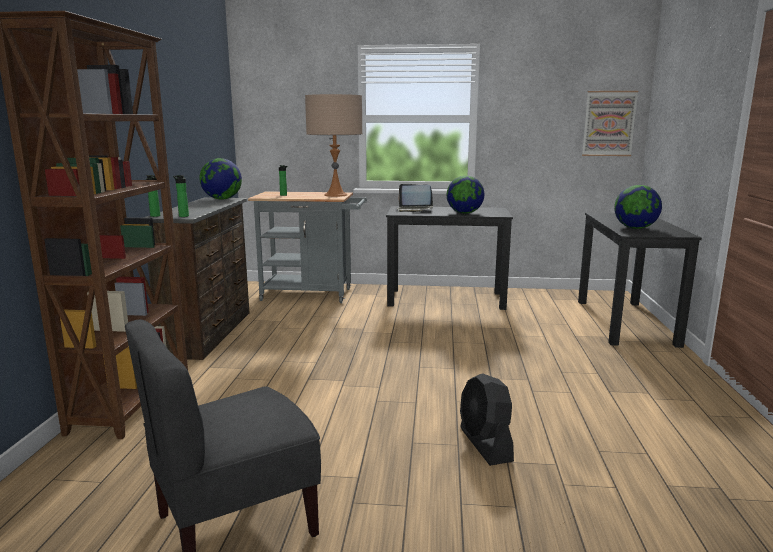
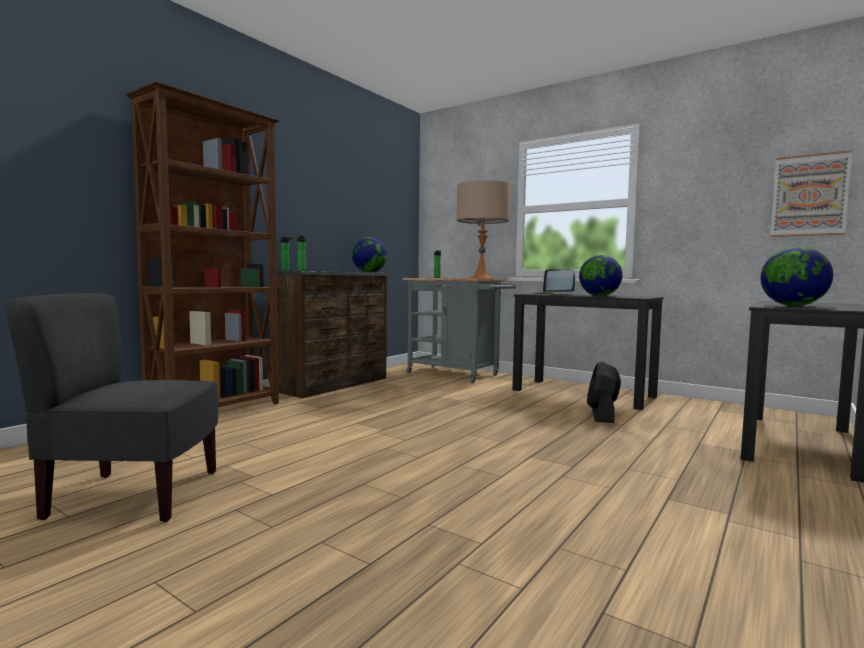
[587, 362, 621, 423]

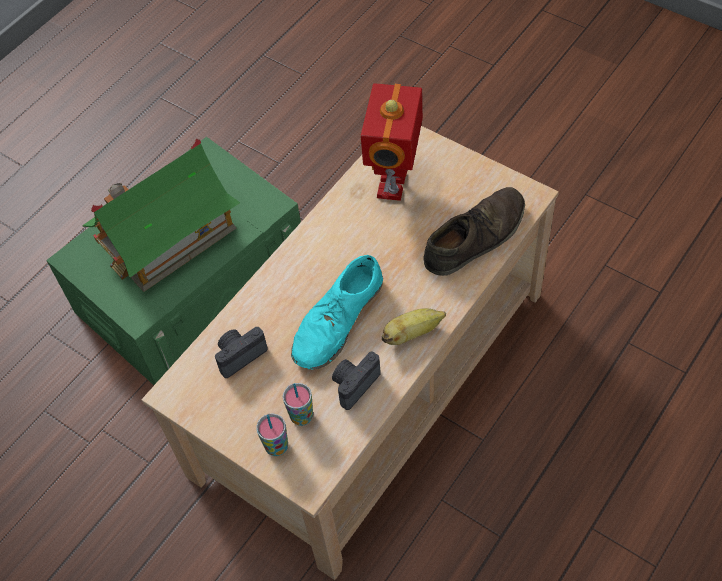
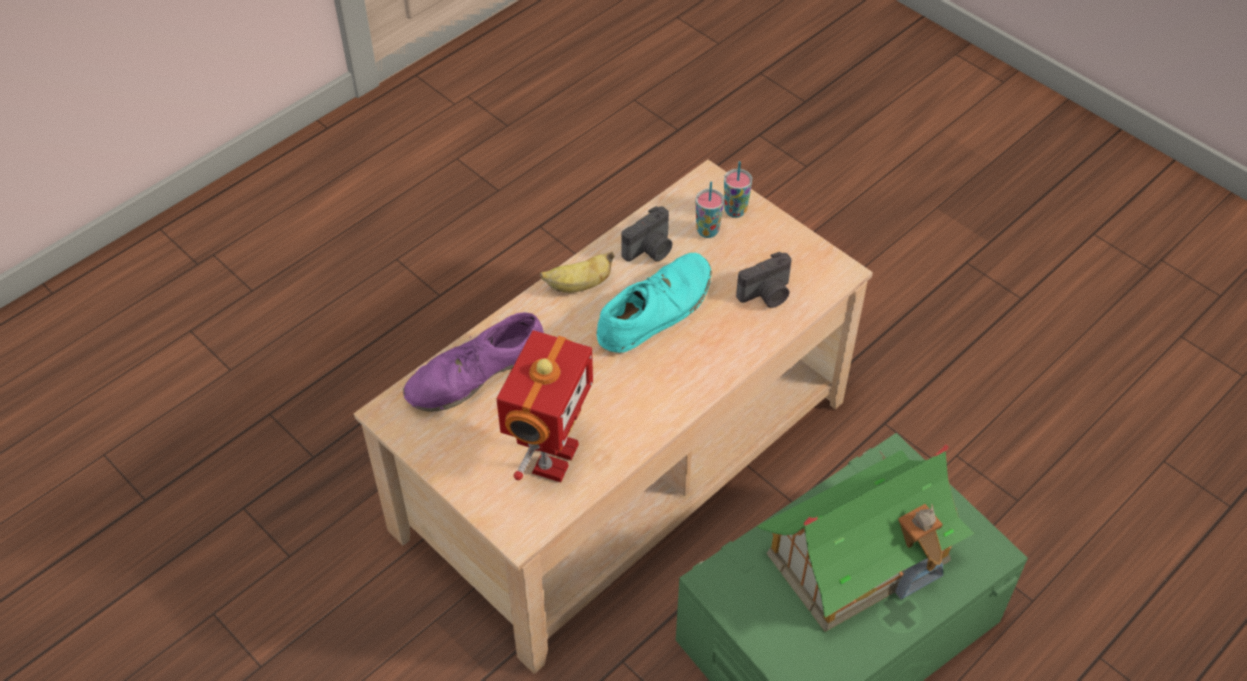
[403, 312, 544, 412]

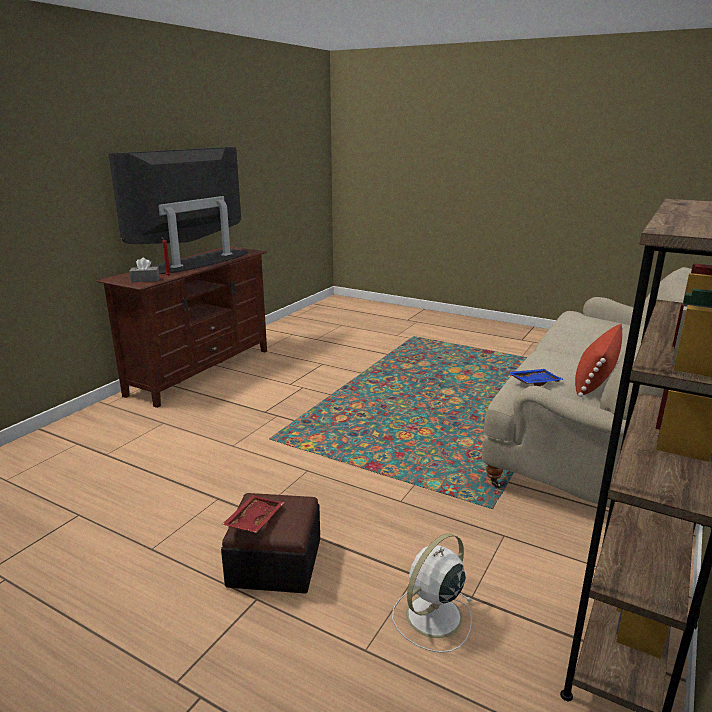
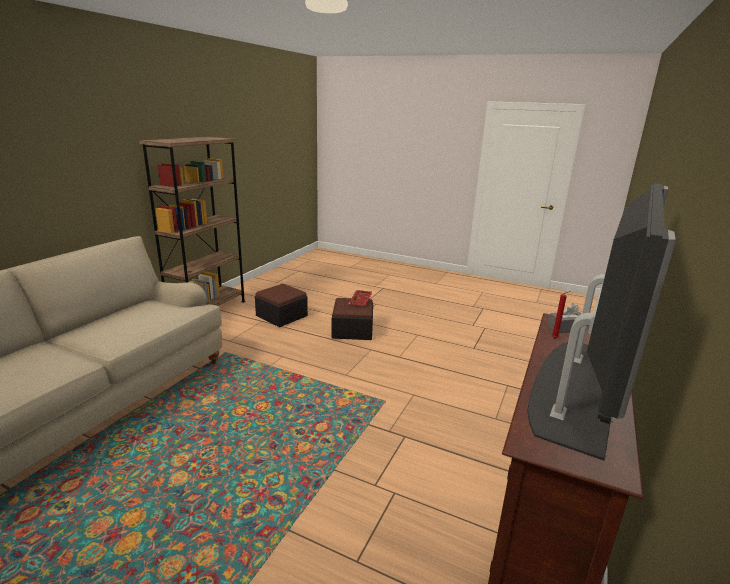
[508, 369, 564, 386] (first image)
[575, 324, 623, 397] (first image)
[255, 284, 308, 327]

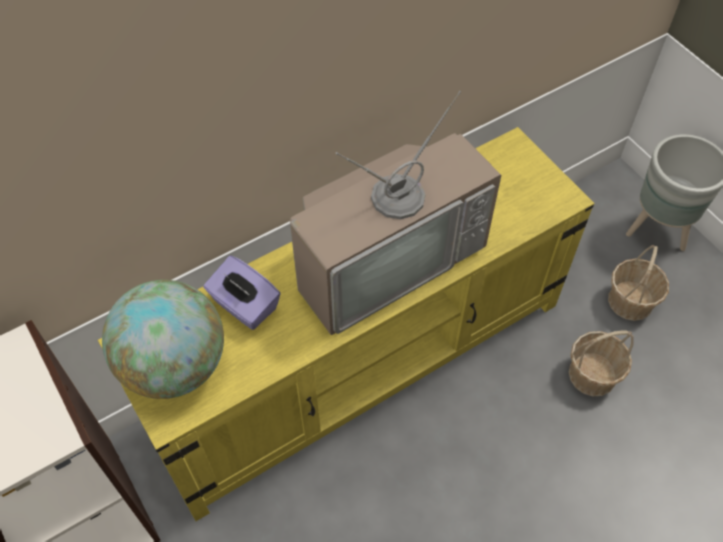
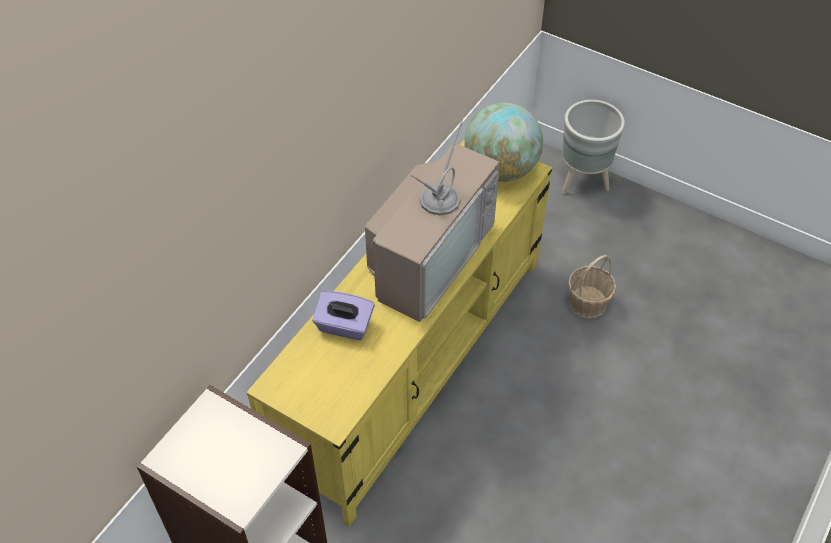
[608, 245, 669, 321] (first image)
[464, 102, 543, 182]

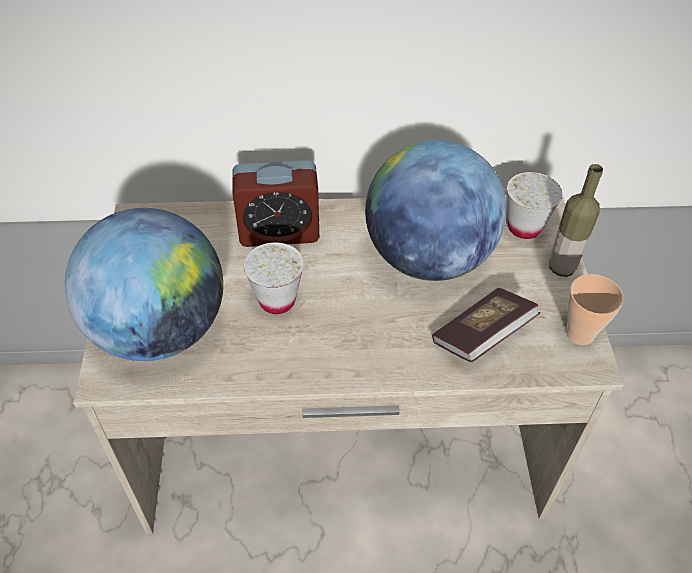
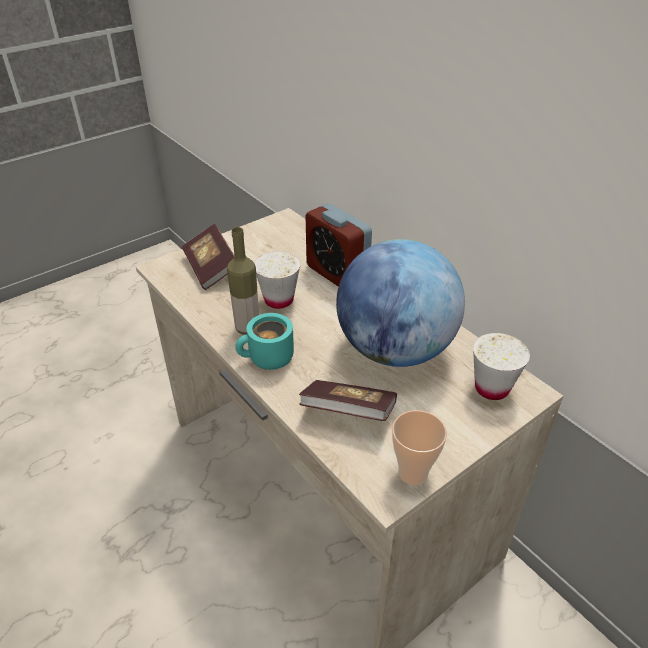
[235, 313, 294, 370]
[227, 227, 259, 335]
[182, 224, 235, 290]

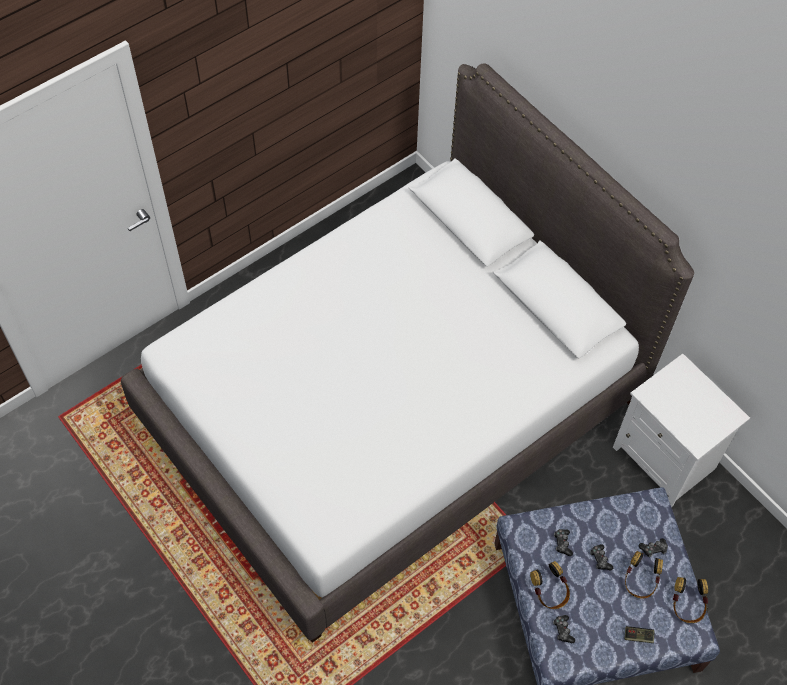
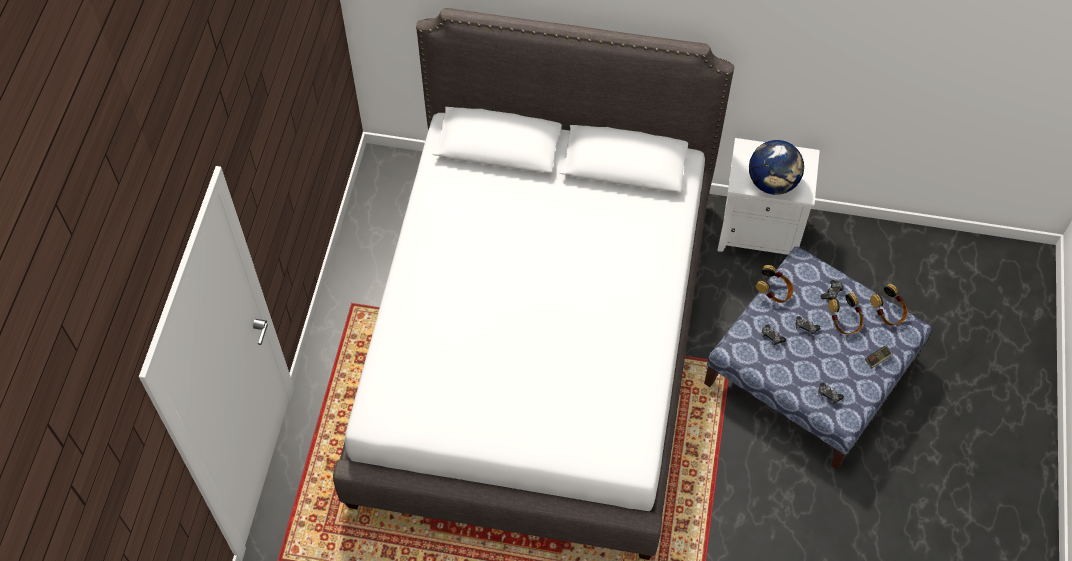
[749, 140, 804, 195]
[756, 265, 794, 303]

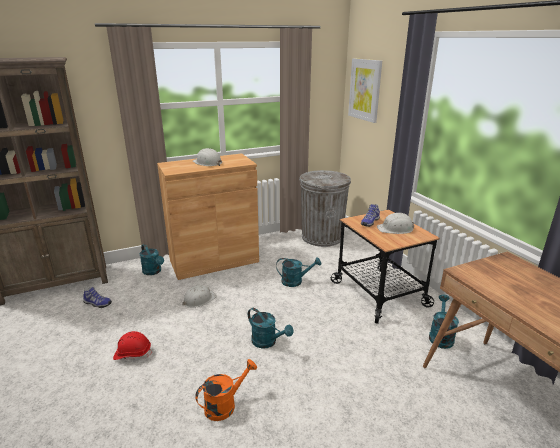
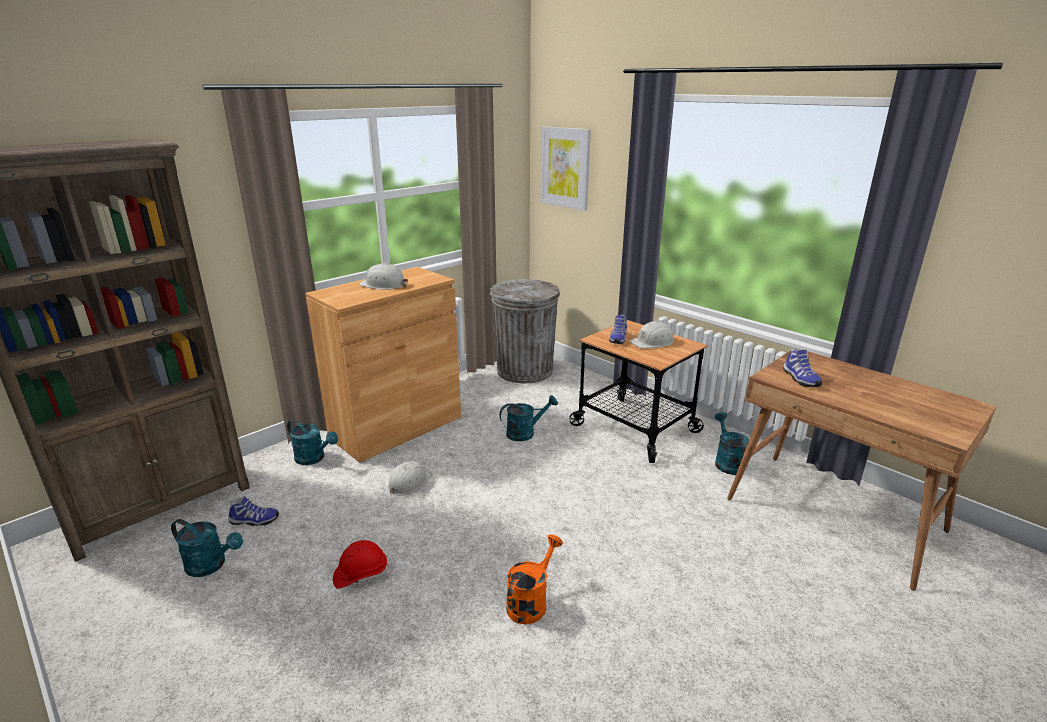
[783, 348, 822, 387]
[171, 519, 243, 577]

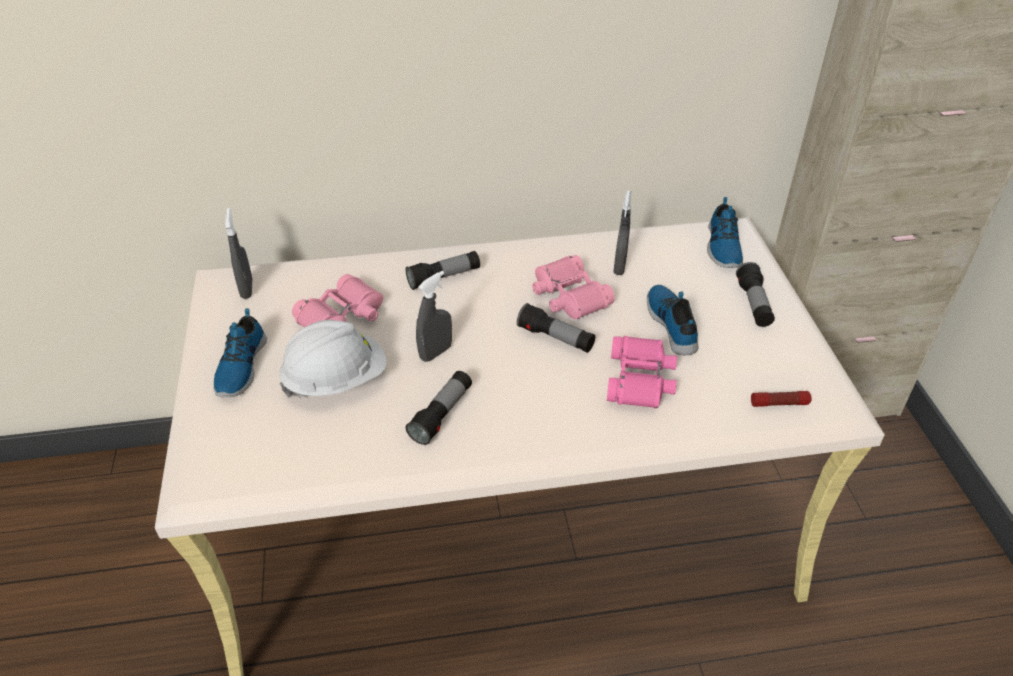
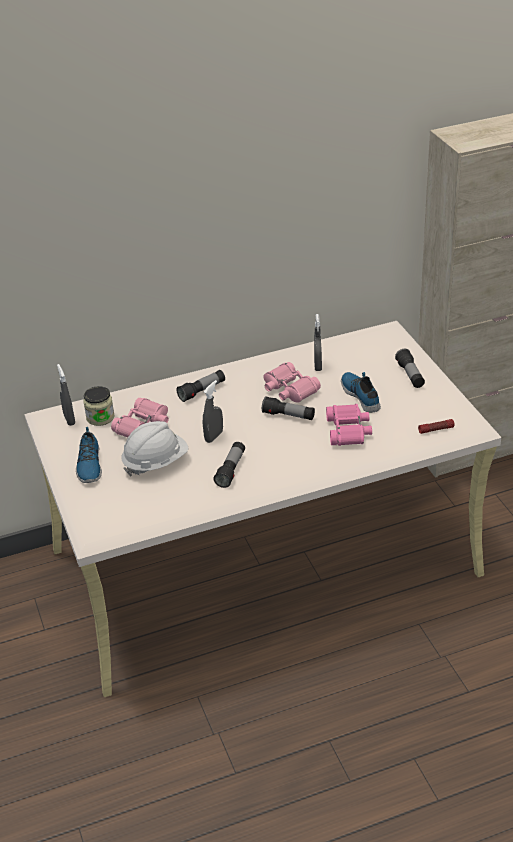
[707, 197, 743, 268] (first image)
[83, 386, 114, 426]

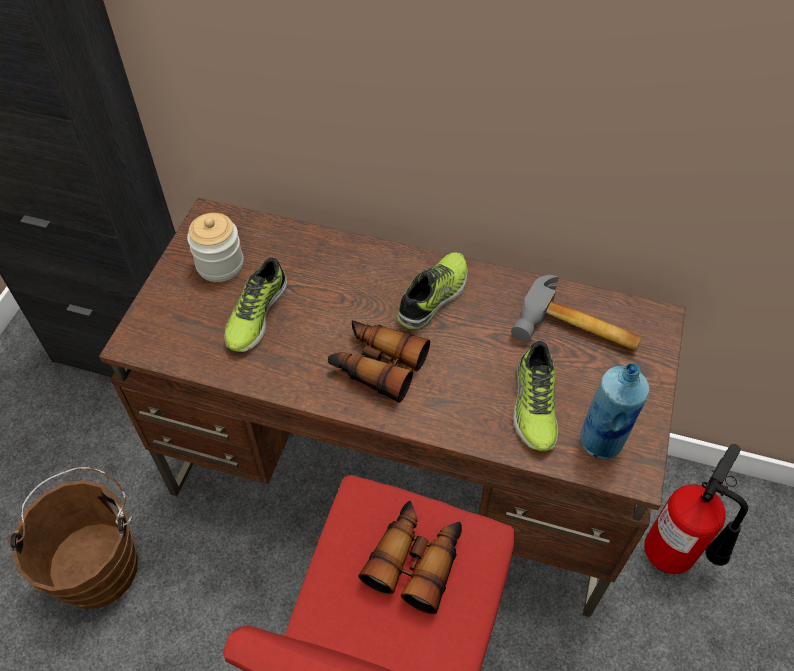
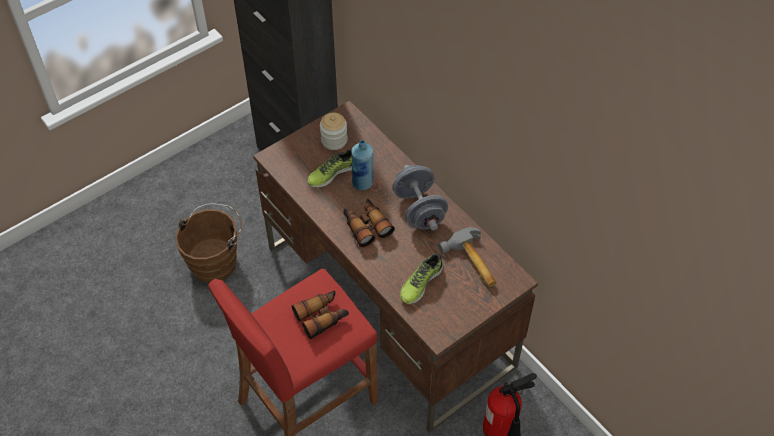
[351, 140, 373, 191]
[392, 165, 448, 230]

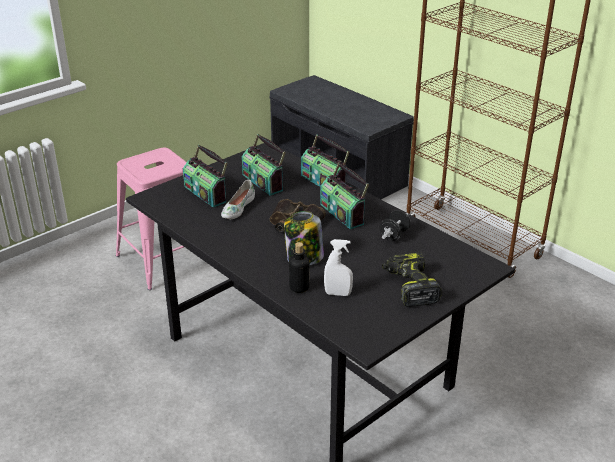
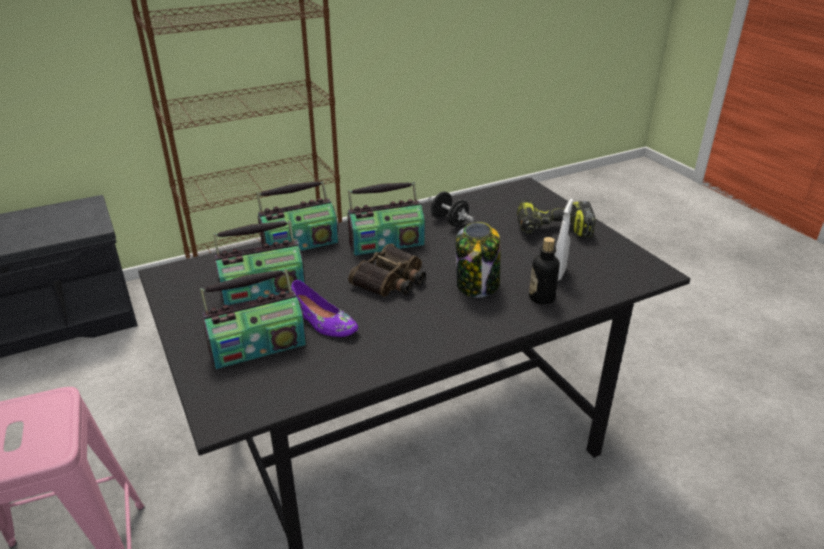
[291, 280, 358, 337]

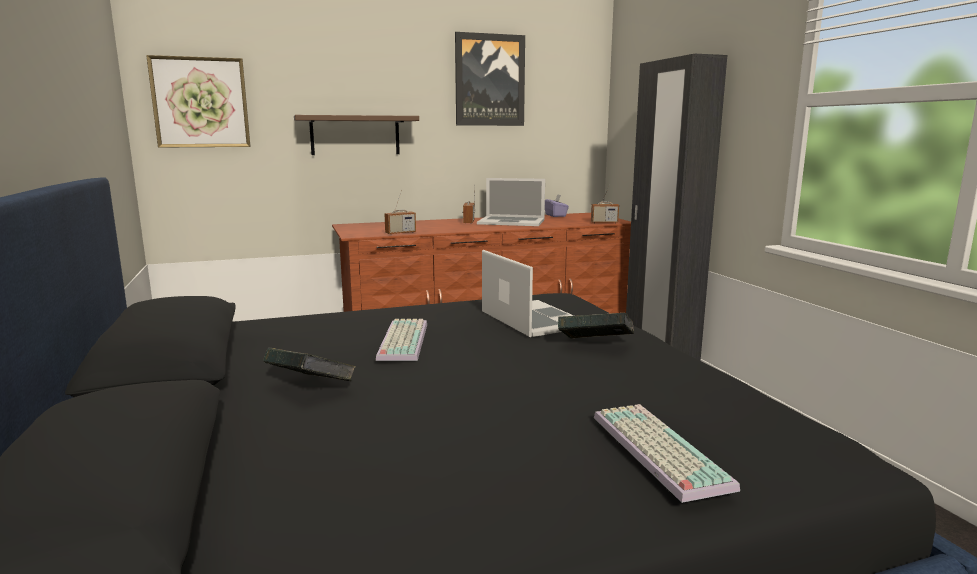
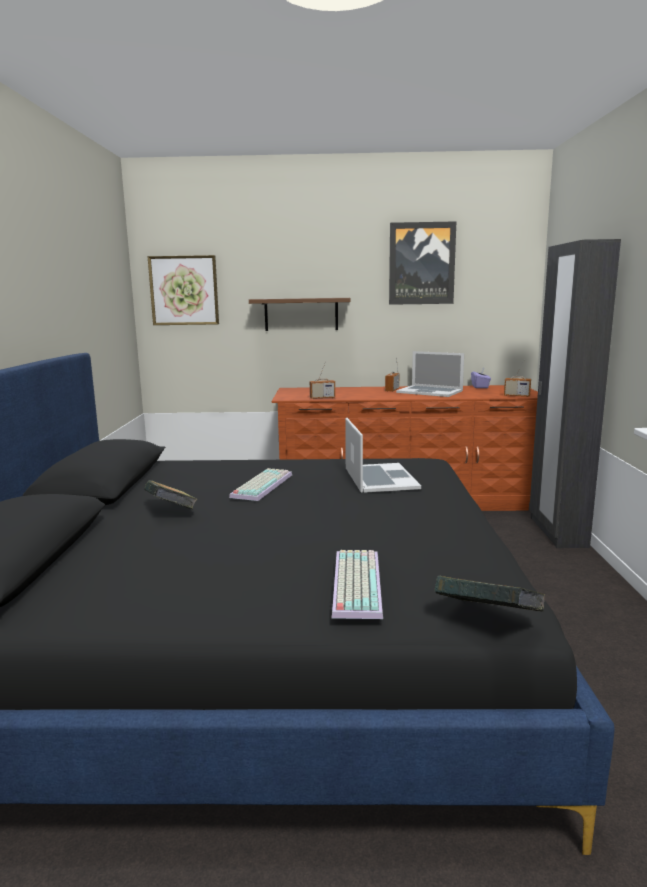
[435, 576, 545, 611]

